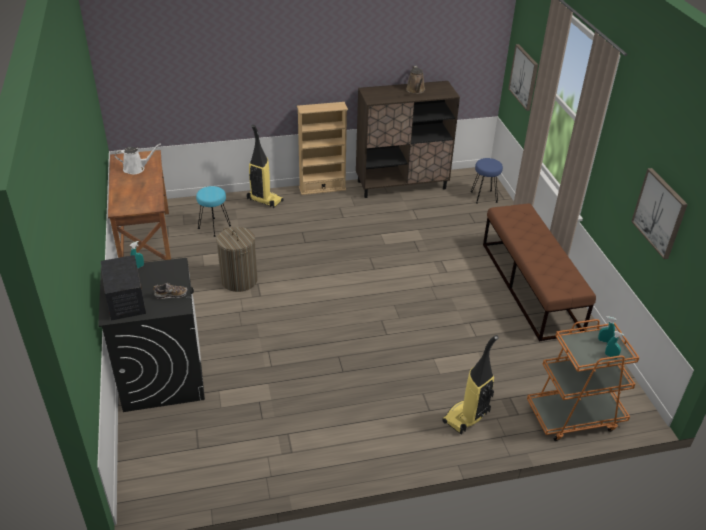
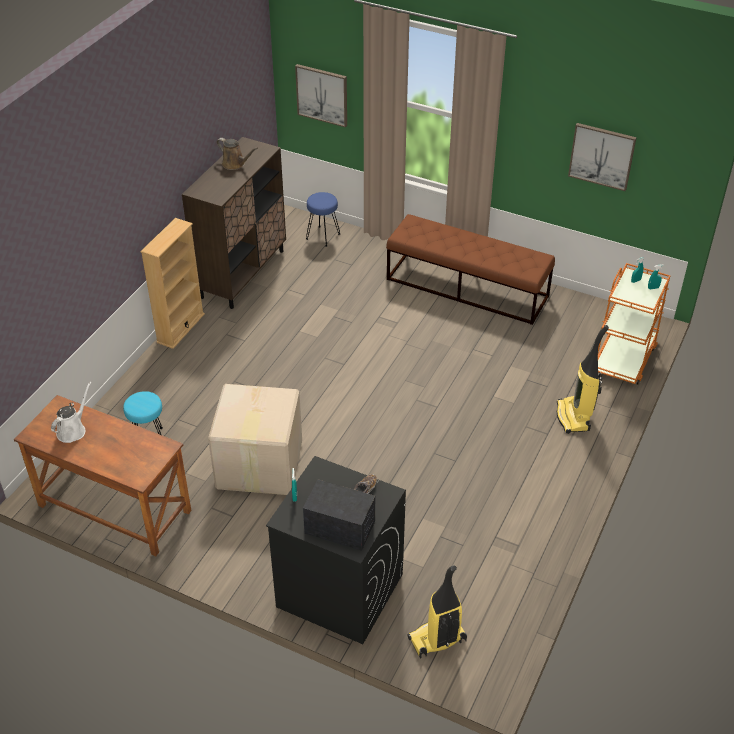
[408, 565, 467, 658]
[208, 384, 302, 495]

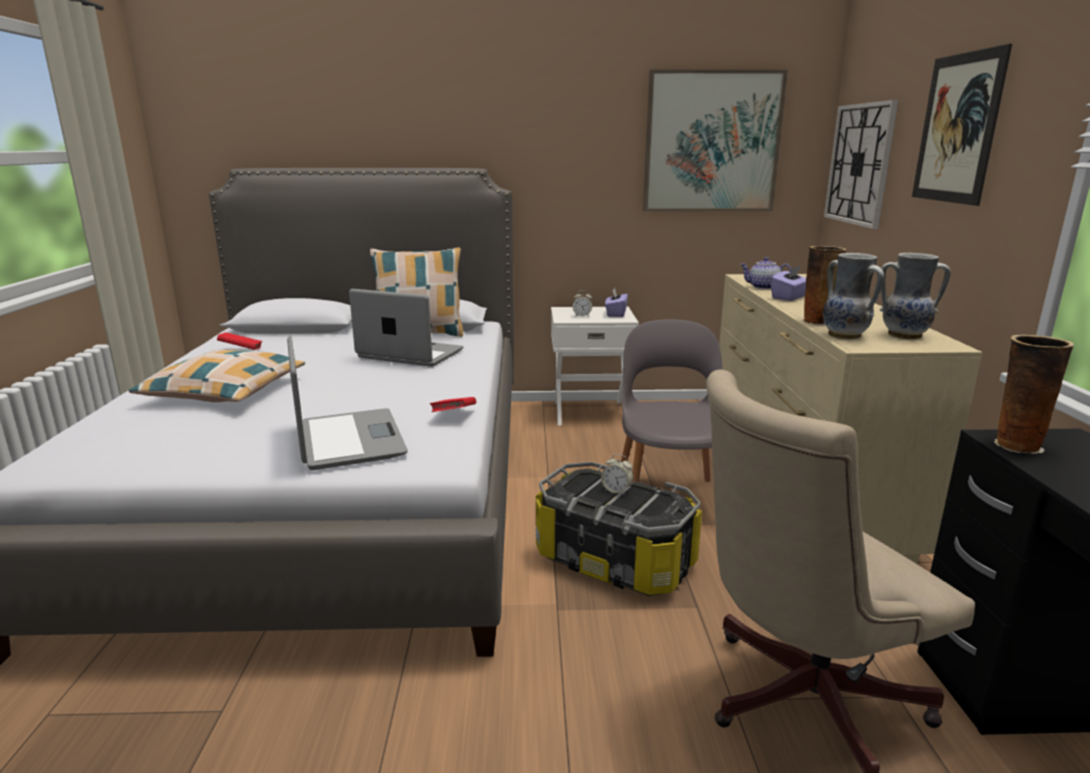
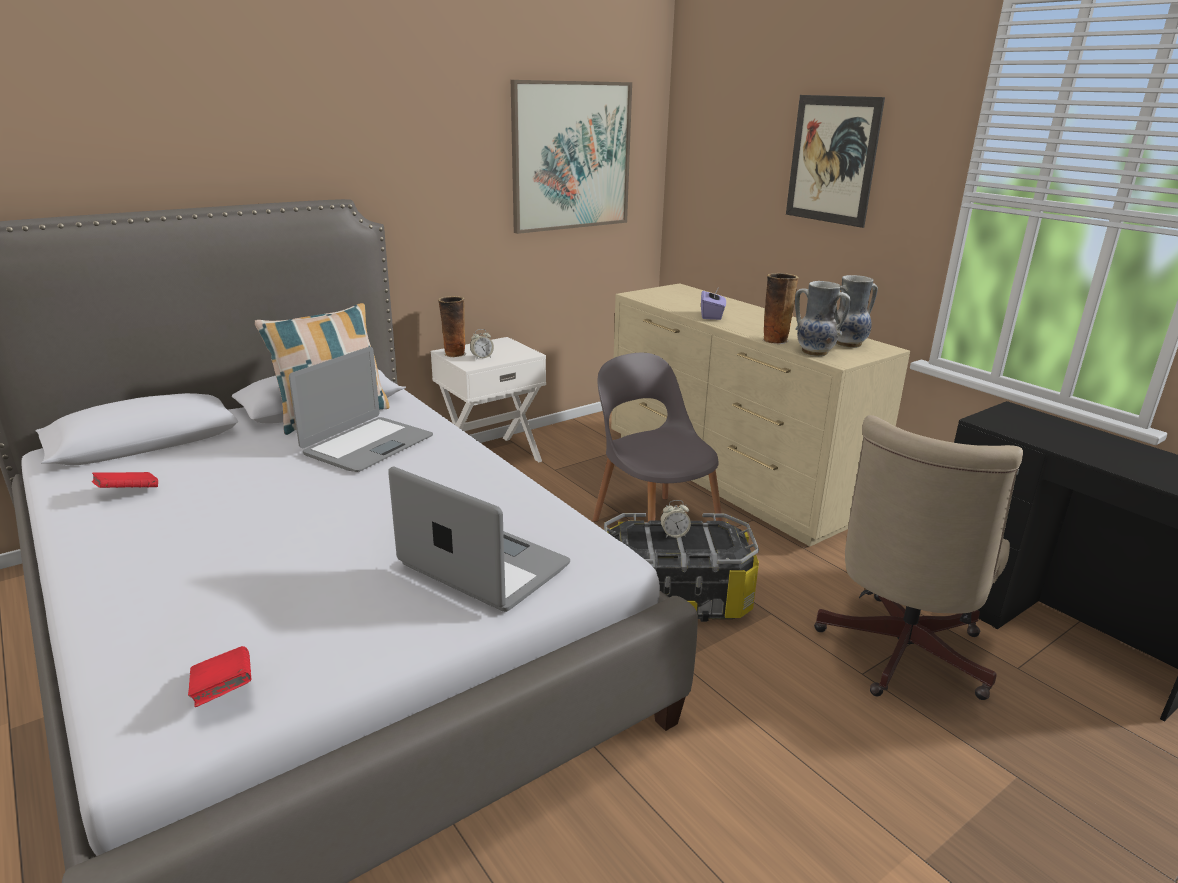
[129, 349, 306, 402] (first image)
[605, 288, 628, 317] (first image)
[740, 257, 791, 289] (first image)
[824, 100, 898, 229] (first image)
[188, 646, 252, 707]
[438, 296, 466, 357]
[289, 347, 433, 472]

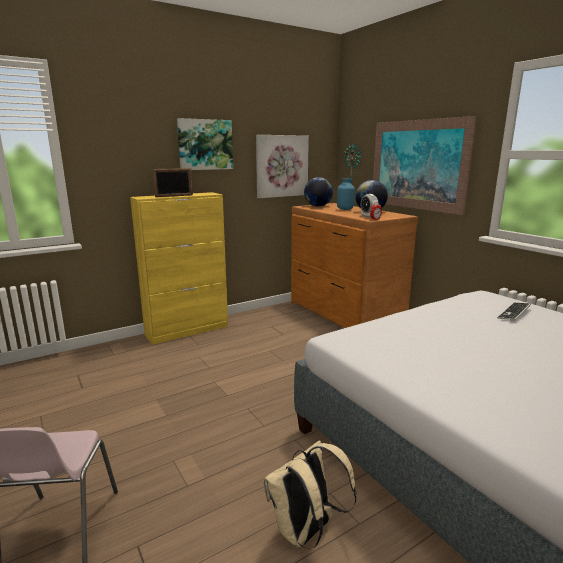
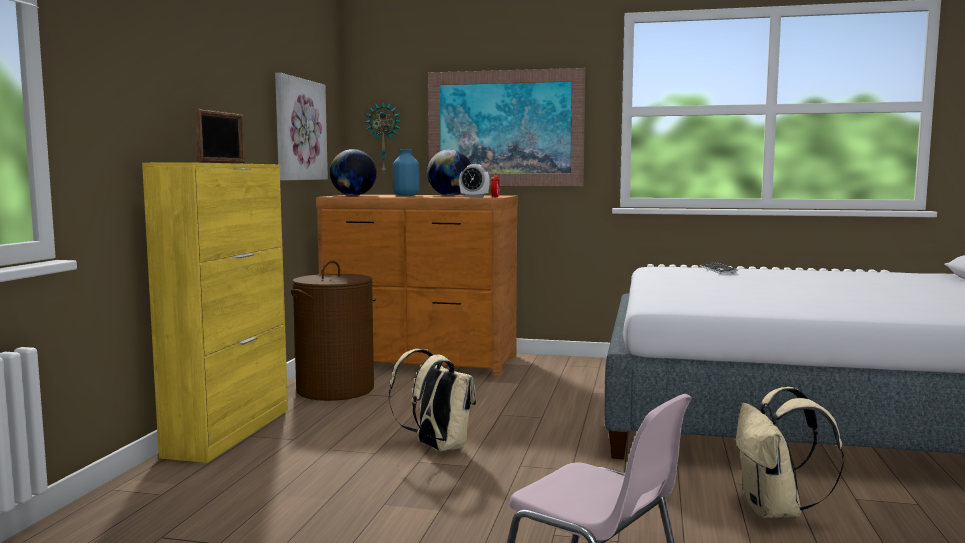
[177, 118, 233, 170] (first image)
[291, 261, 374, 401]
[389, 349, 476, 451]

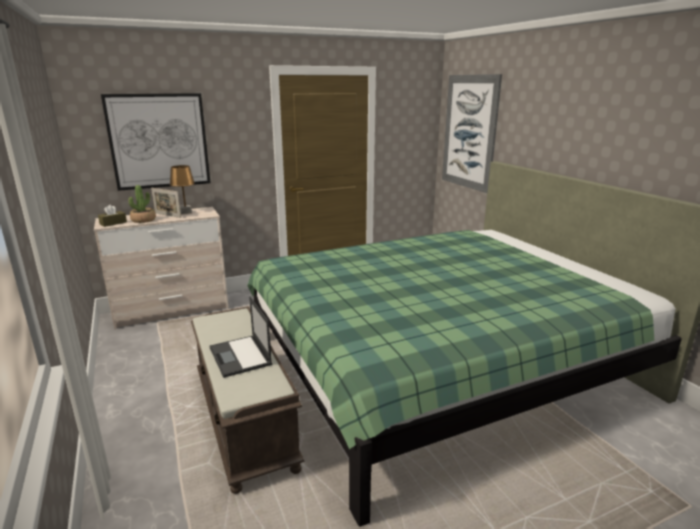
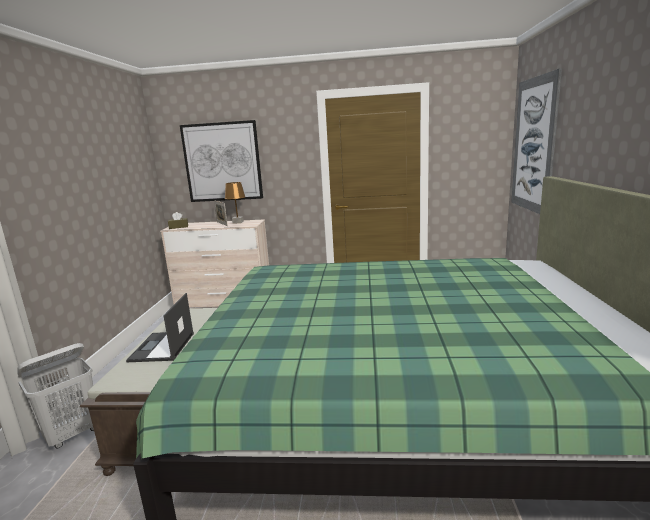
[128, 185, 156, 223] (first image)
[17, 343, 94, 448]

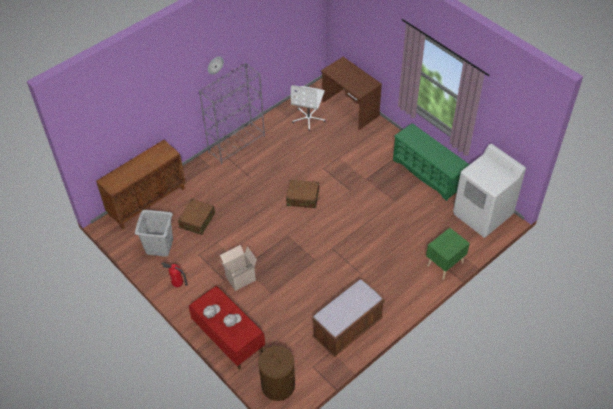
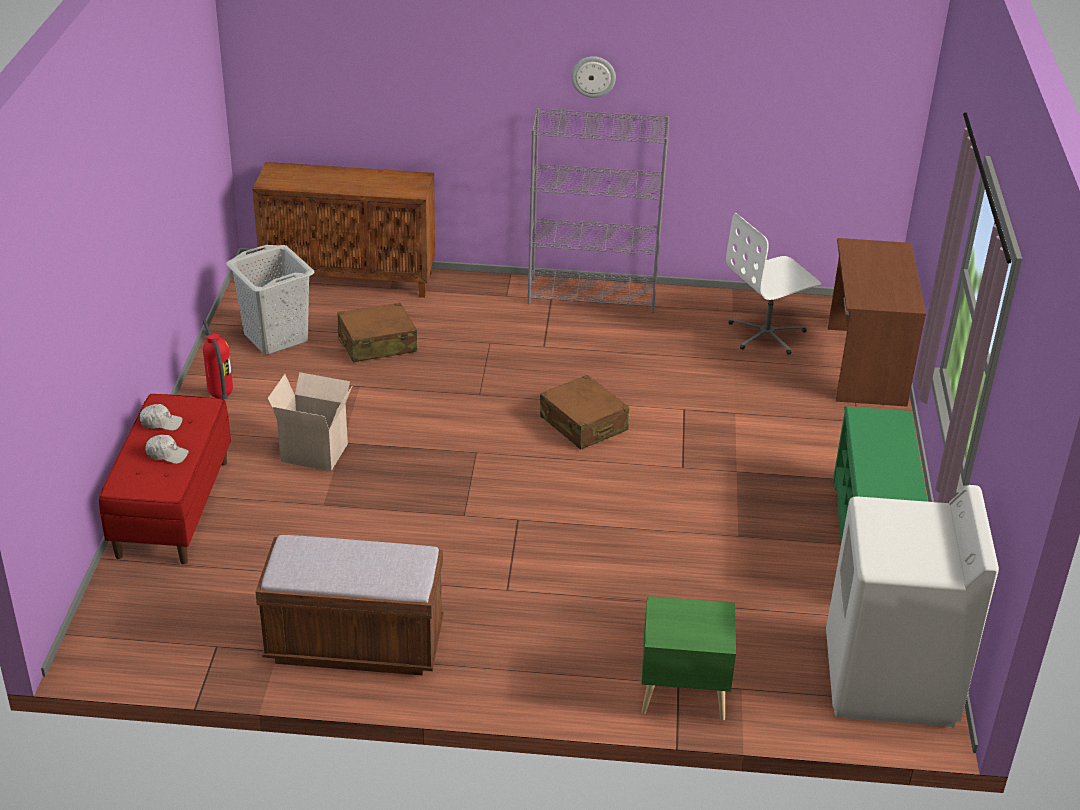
[258, 346, 295, 401] (first image)

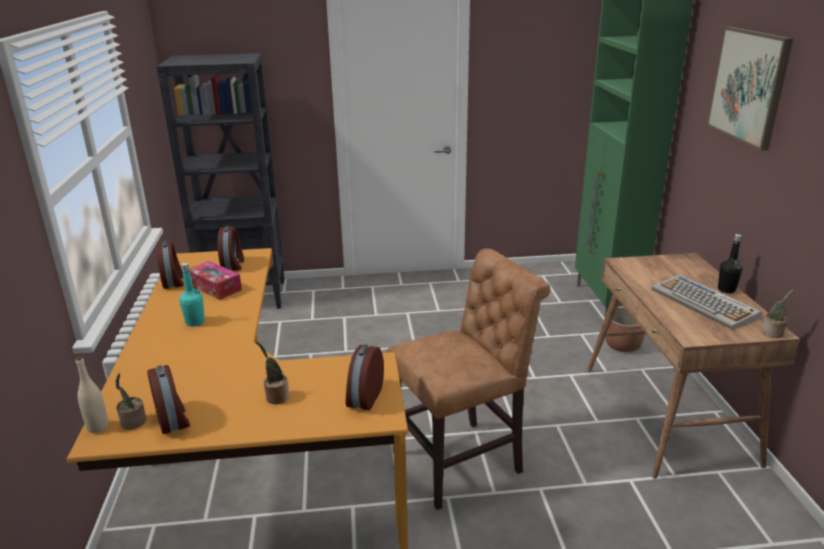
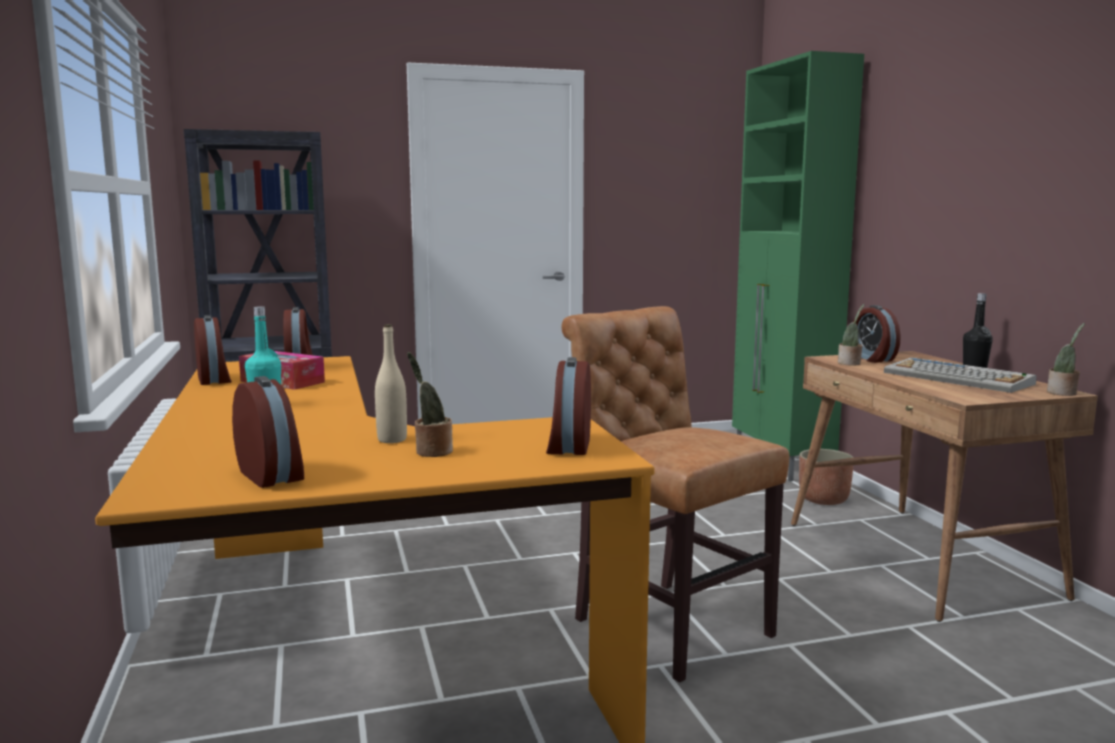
[707, 27, 793, 151] (first image)
[853, 305, 901, 363]
[375, 324, 407, 443]
[838, 304, 864, 366]
[562, 306, 789, 682]

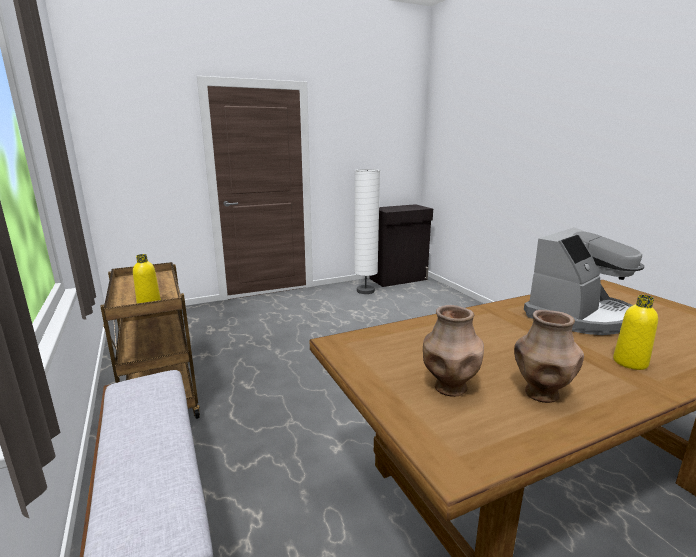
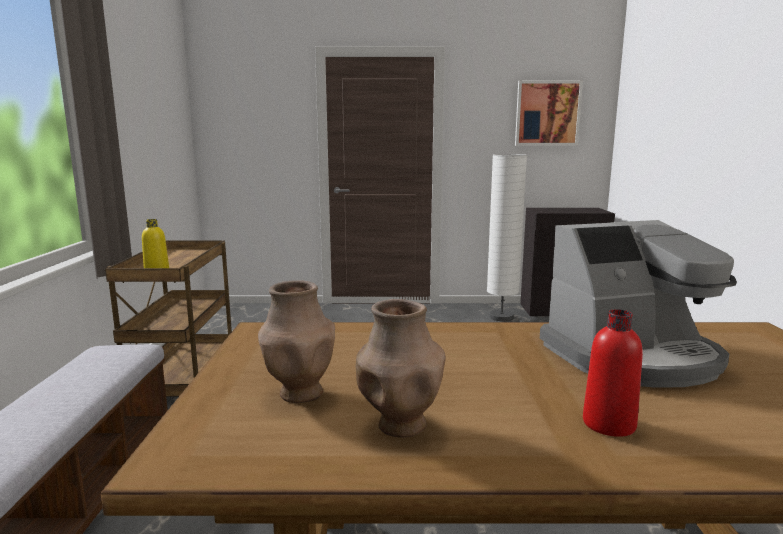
[515, 80, 583, 146]
[583, 309, 643, 437]

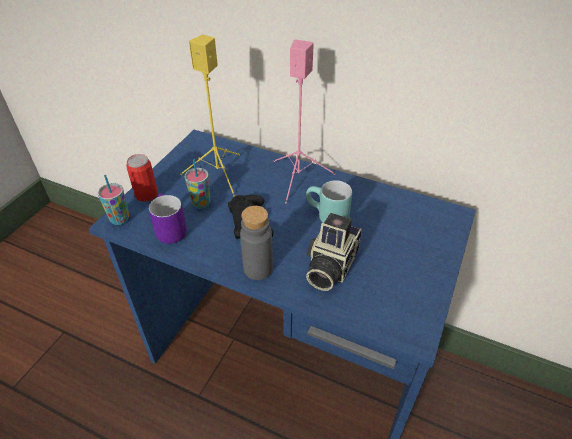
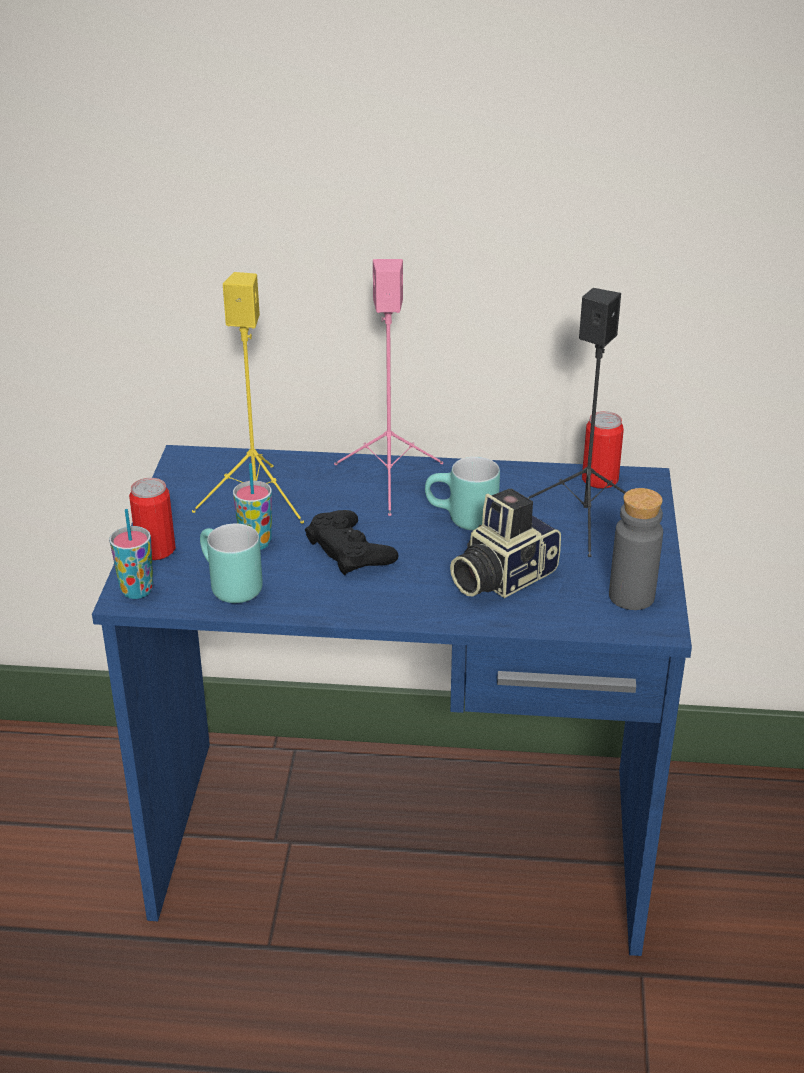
[528, 288, 626, 557]
[582, 411, 624, 489]
[609, 488, 663, 610]
[200, 524, 263, 603]
[450, 488, 561, 598]

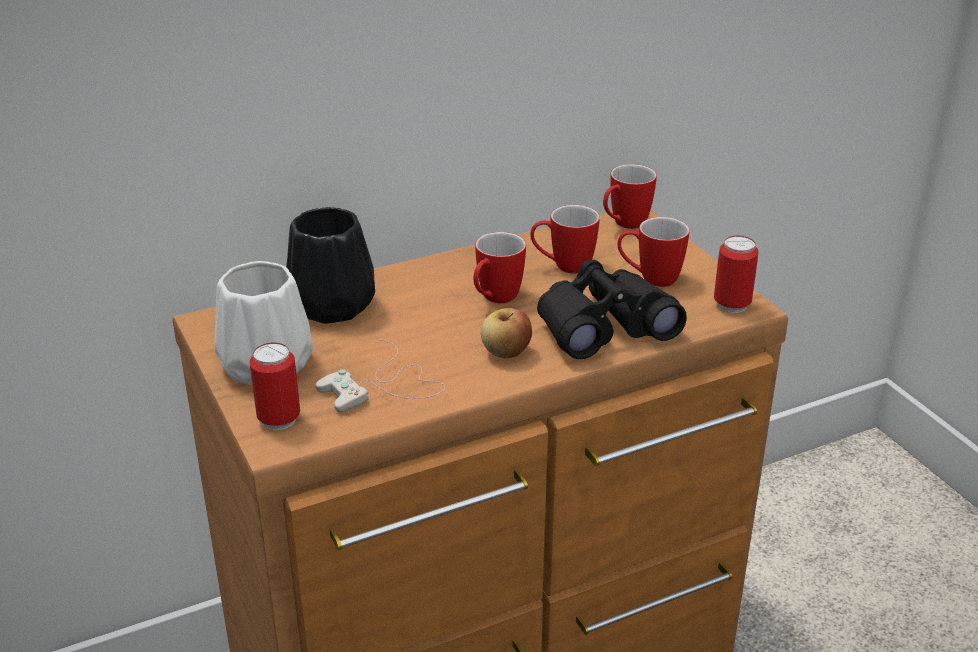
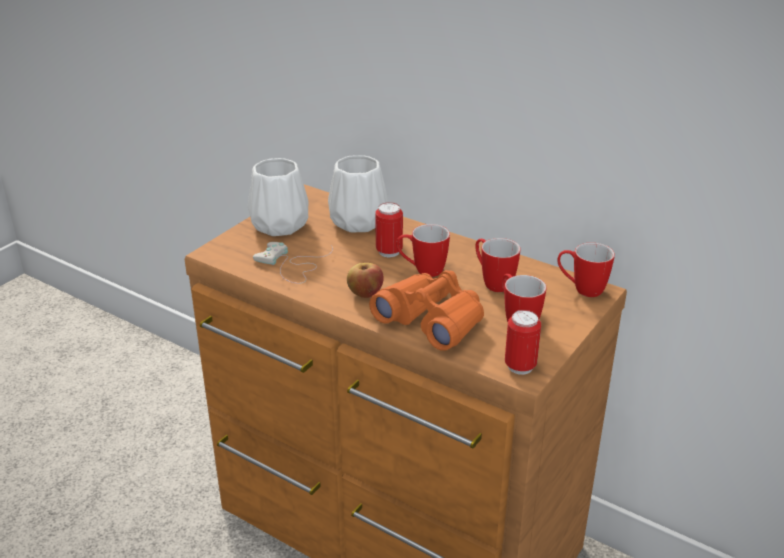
[375, 202, 403, 257]
[328, 155, 388, 232]
[369, 270, 484, 351]

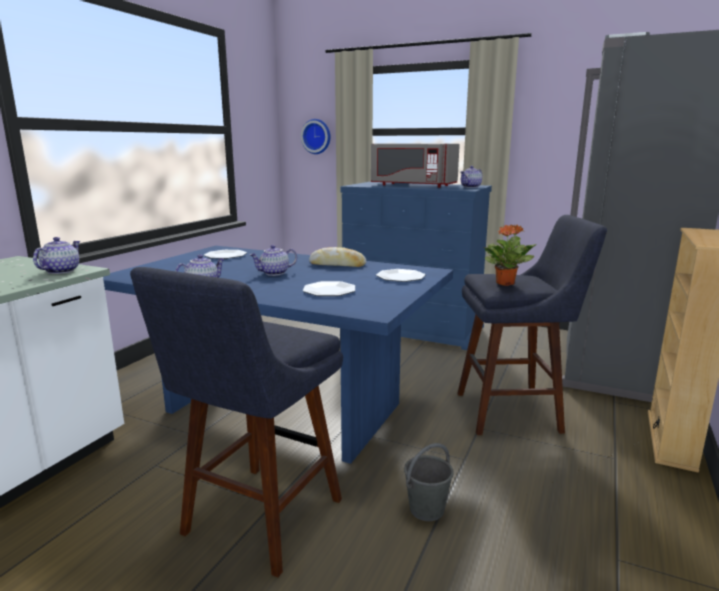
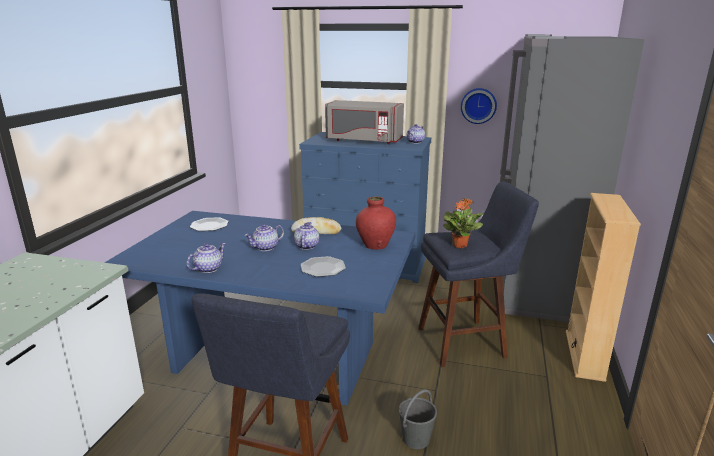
[294, 222, 319, 250]
[461, 88, 497, 124]
[356, 196, 396, 250]

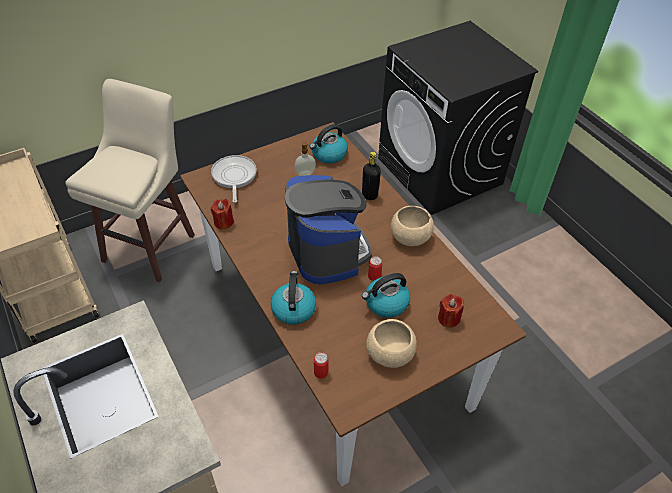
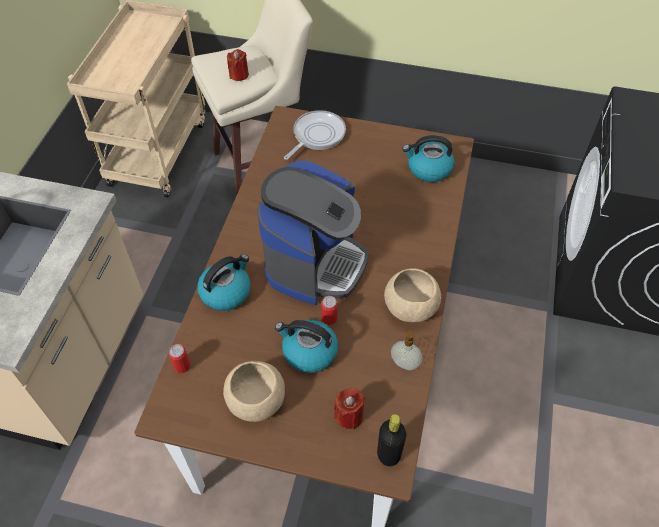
[227, 49, 249, 81]
[391, 330, 422, 370]
[377, 414, 406, 466]

